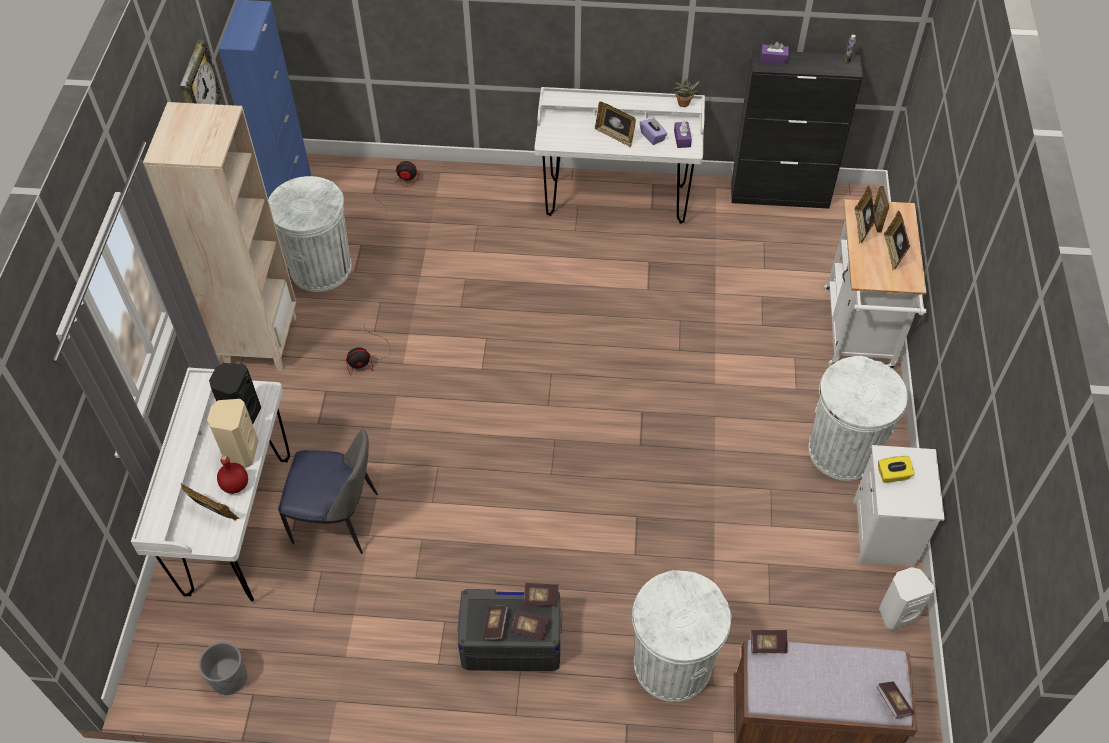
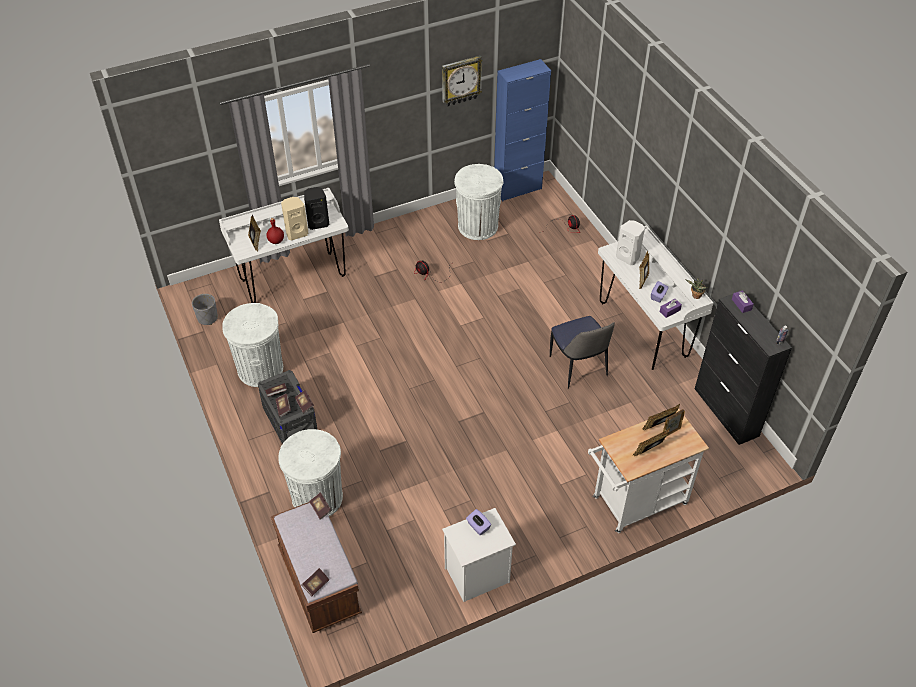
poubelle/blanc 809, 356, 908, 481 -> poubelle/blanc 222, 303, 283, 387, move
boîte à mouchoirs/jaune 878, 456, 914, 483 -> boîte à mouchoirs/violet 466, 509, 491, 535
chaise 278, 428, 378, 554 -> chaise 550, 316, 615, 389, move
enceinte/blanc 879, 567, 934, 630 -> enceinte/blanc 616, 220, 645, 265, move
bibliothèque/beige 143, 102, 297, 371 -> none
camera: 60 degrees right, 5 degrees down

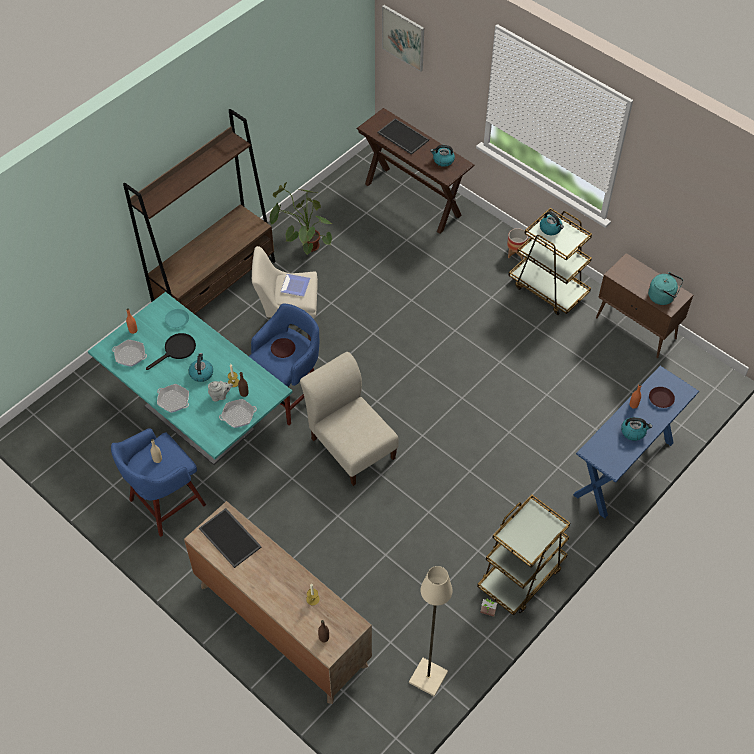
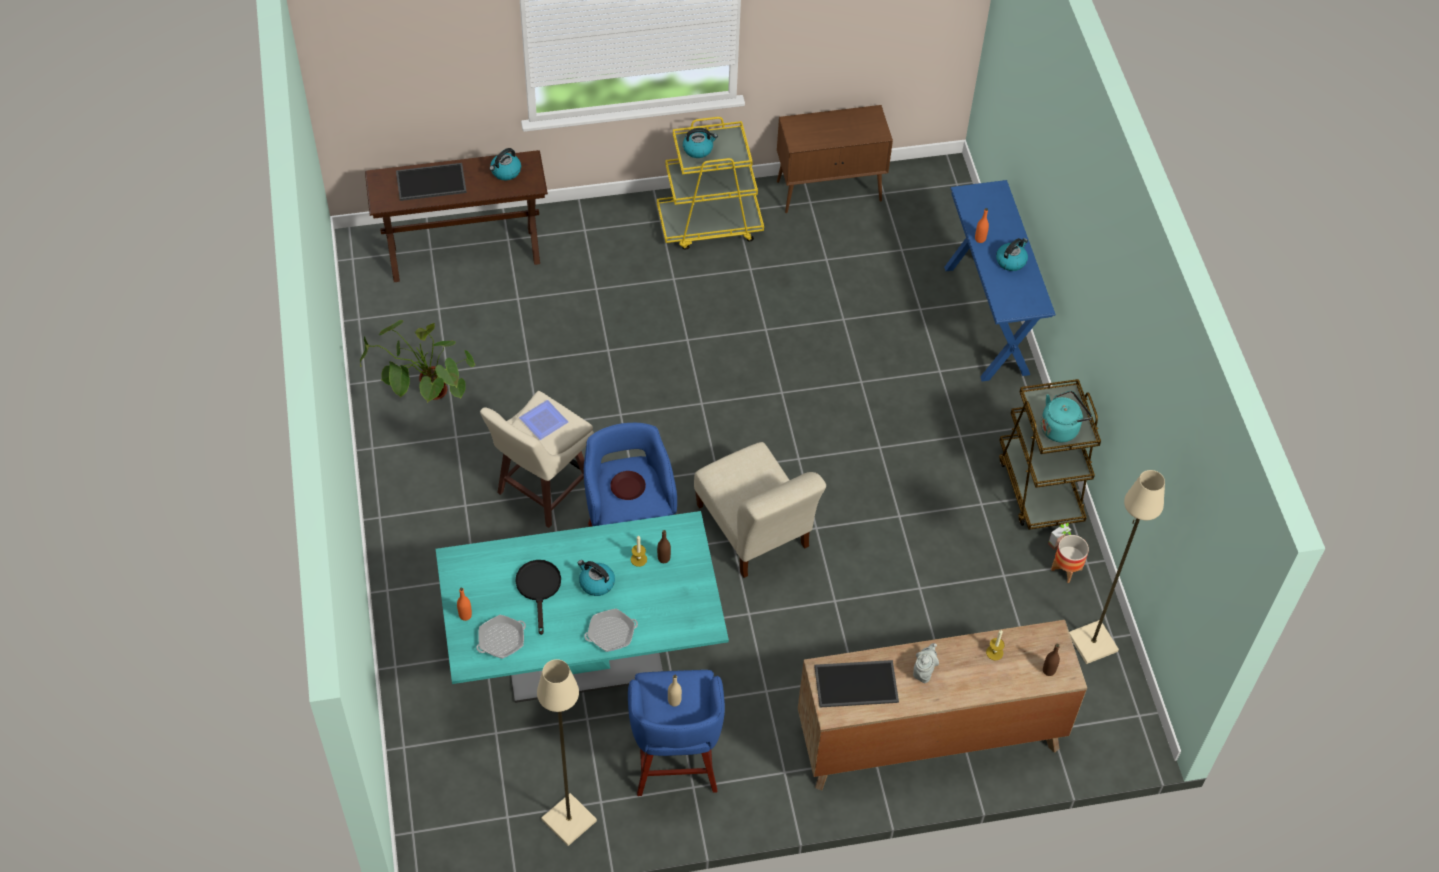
none -> lampadaire/beige 537, 659, 597, 846
chariot/marron 508, 208, 592, 315 -> chariot/jaune 657, 117, 764, 250
chaise/beige 300, 352, 399, 486 -> chaise/beige 694, 442, 826, 578, 120 degrees counterclockwise
théière/gris 208, 381, 233, 402 -> théière/gris 913, 643, 939, 683, move
bouilloire/turquoise 648, 272, 683, 305 -> bouilloire/turquoise 1041, 390, 1092, 442, move
cache-pot 507, 228, 528, 259 -> cache-pot 1051, 535, 1089, 583, move
bibliothèque/marron 123, 109, 275, 314 -> none
assiette/turquoise 165, 309, 189, 328 -> none
poêle 219, 399, 257, 428 -> none
tableau 382, 5, 424, 72 -> none
assiette/marron 649, 387, 675, 408 -> none
camera: 55 degrees left, 0 degrees up

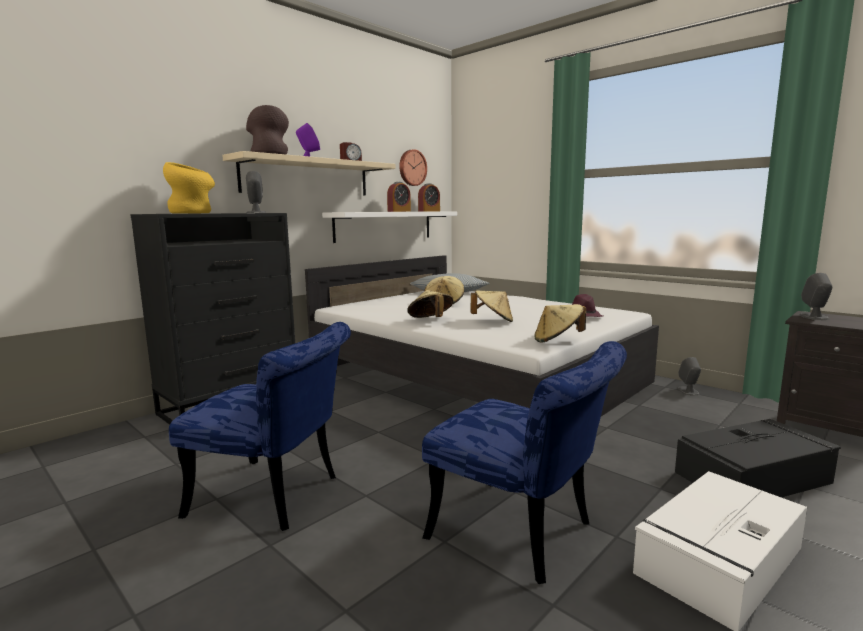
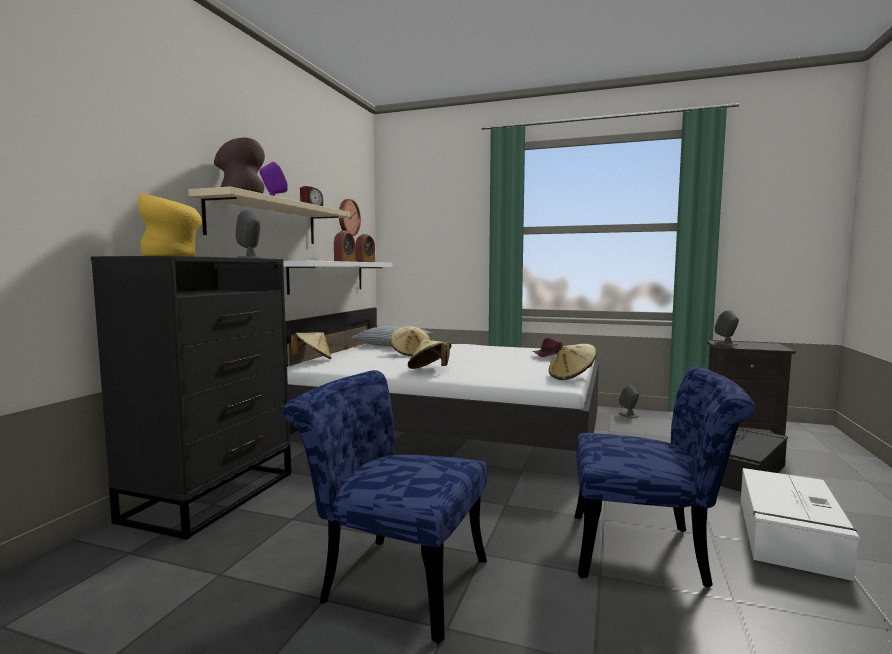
chaise/bleu 169, 322, 351, 531 -> chaise/bleu 283, 370, 487, 644, 150 degrees counterclockwise
chapeau/beige 470, 290, 513, 322 -> chapeau/beige 291, 332, 332, 359, move
camera: 25 degrees left, 5 degrees down

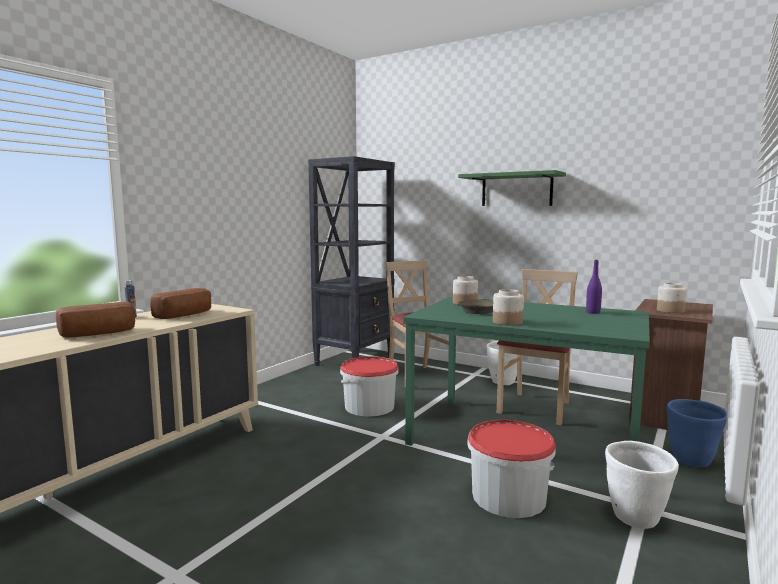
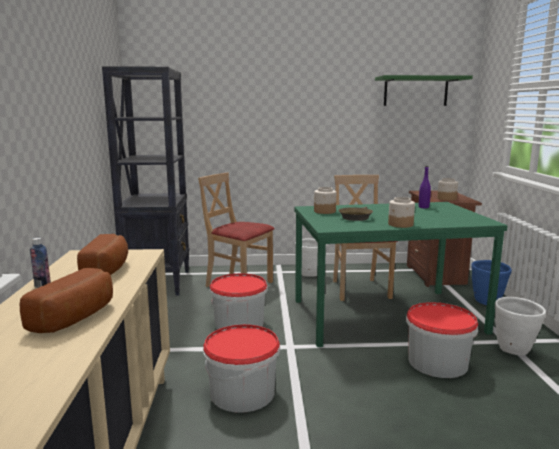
none -> seau 203, 324, 280, 413
étagère/vert 458, 170, 566, 206 -> étagère/vert 375, 75, 473, 106, move
camera: 35 degrees left, 5 degrees up

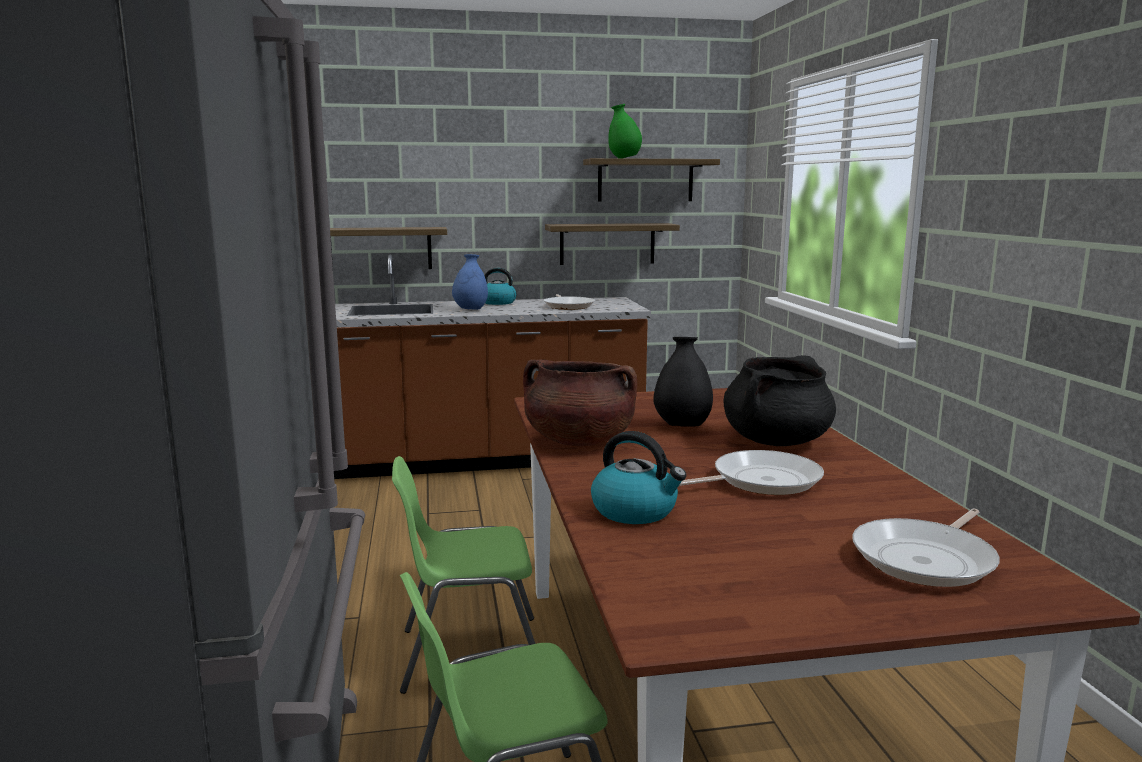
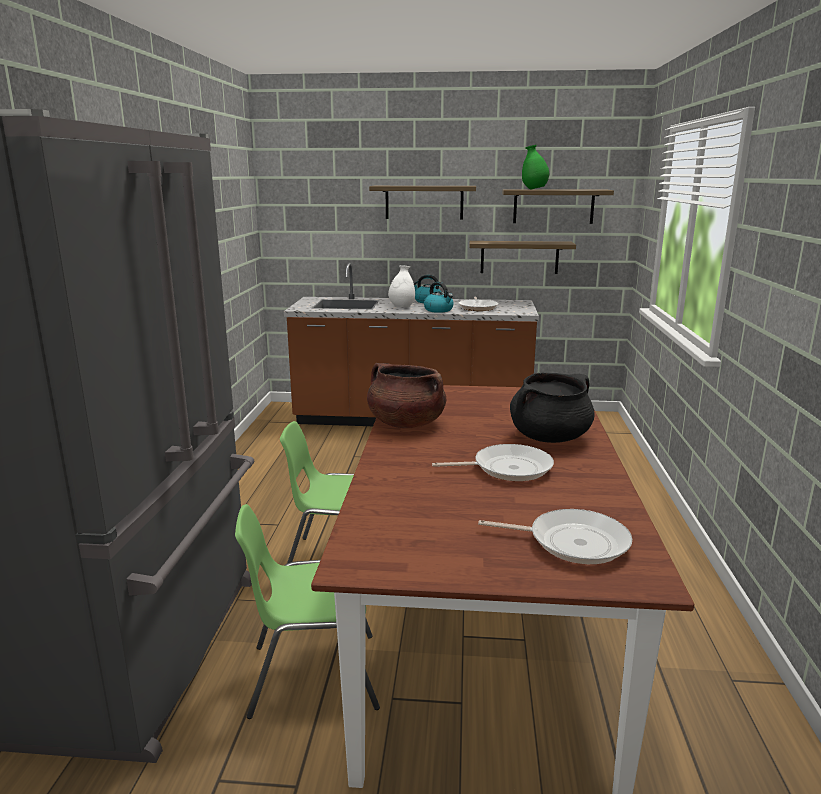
étagère 330, 227, 447, 269 -> étagère 369, 186, 476, 220, move
vase/bleu 452, 254, 488, 310 -> vase/blanc 388, 265, 415, 308
bouilloire 591, 431, 686, 524 -> bouilloire 424, 282, 454, 313, move
poêle 852, 509, 1000, 587 -> poêle 478, 509, 632, 564, 135 degrees counterclockwise
vase/noir 653, 337, 713, 427 -> none
camera: 15 degrees right, 5 degrees up

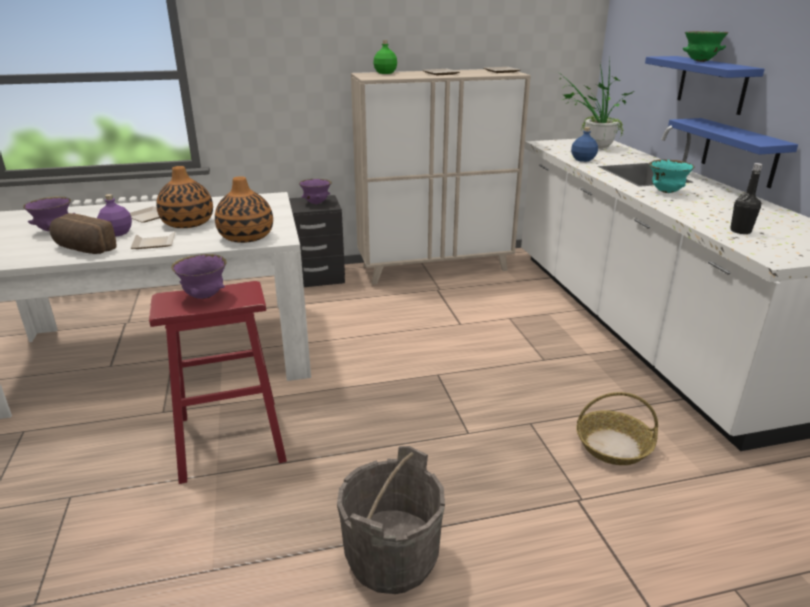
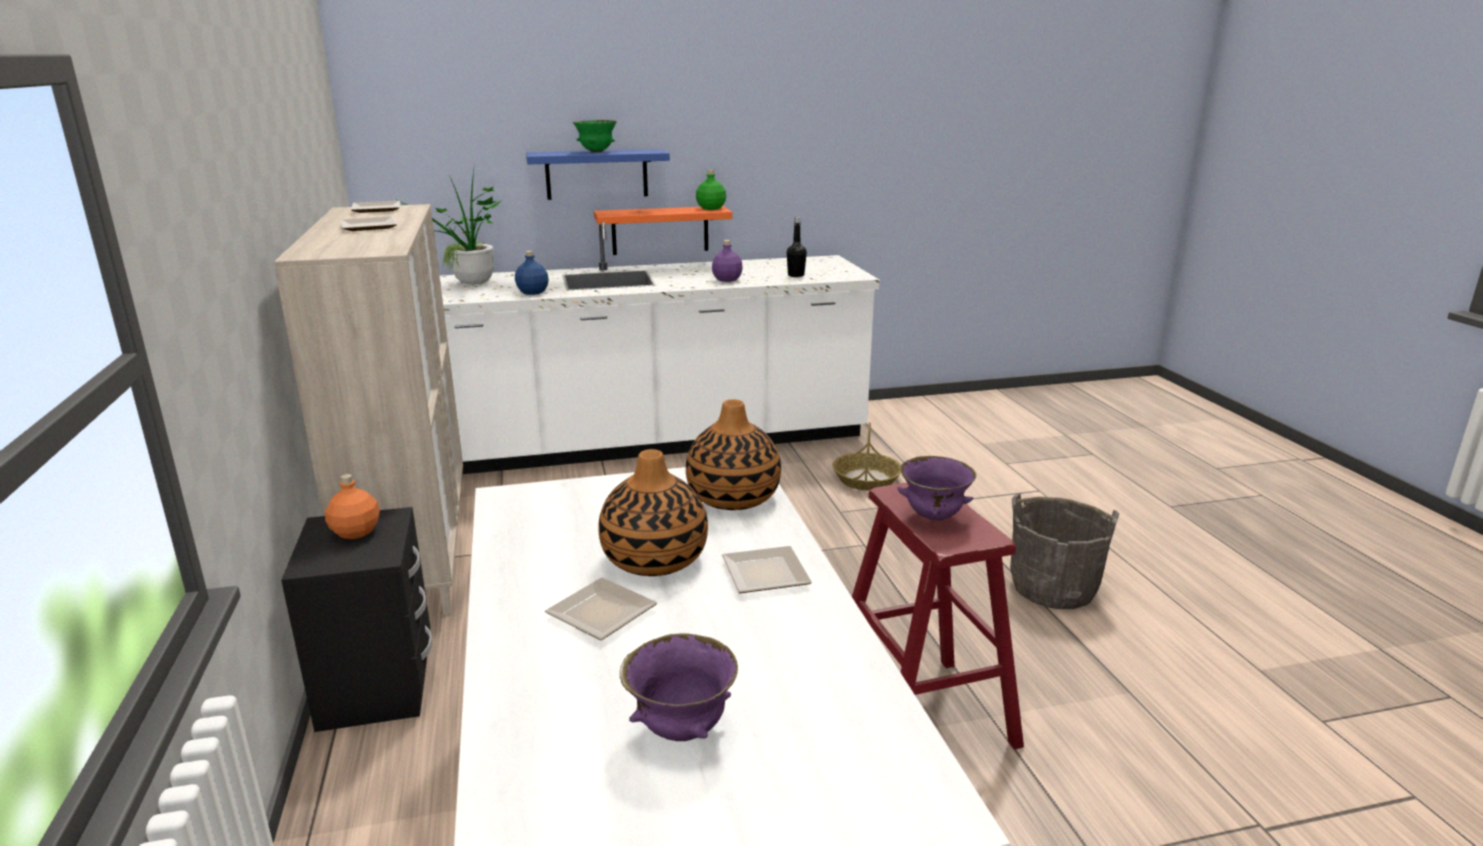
bol/violet 299, 179, 332, 204 -> bouteille/orange 325, 474, 380, 539
étagère/bleu 668, 118, 798, 188 -> étagère/orange 594, 206, 732, 255
bouteille/vert 373, 40, 397, 74 -> bouteille/vert 696, 170, 726, 210, move
bouteille/violet 97, 194, 132, 237 -> bouteille/violet 712, 240, 743, 282, move
pain 49, 213, 117, 254 -> none
bol/turquoise 649, 159, 695, 193 -> none
camera: 90 degrees left, 5 degrees down

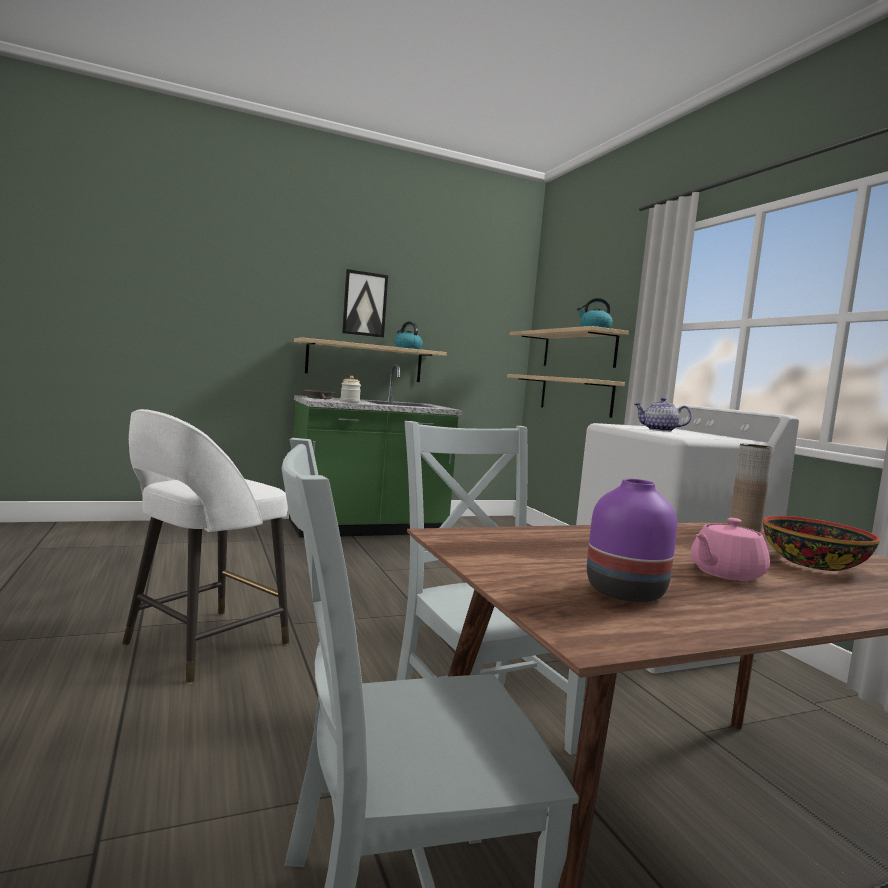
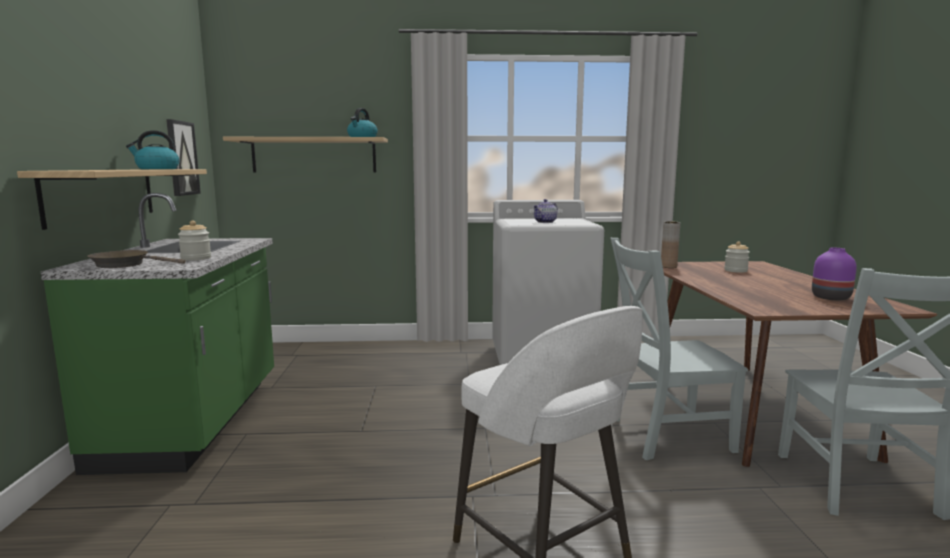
tableau 342, 269, 388, 338 -> tableau 166, 119, 201, 196, move
bol 763, 516, 880, 571 -> bocal 724, 242, 750, 273
étagère 507, 374, 625, 418 -> none
théière/rose 691, 518, 770, 581 -> none
camera: 70 degrees left, 5 degrees up

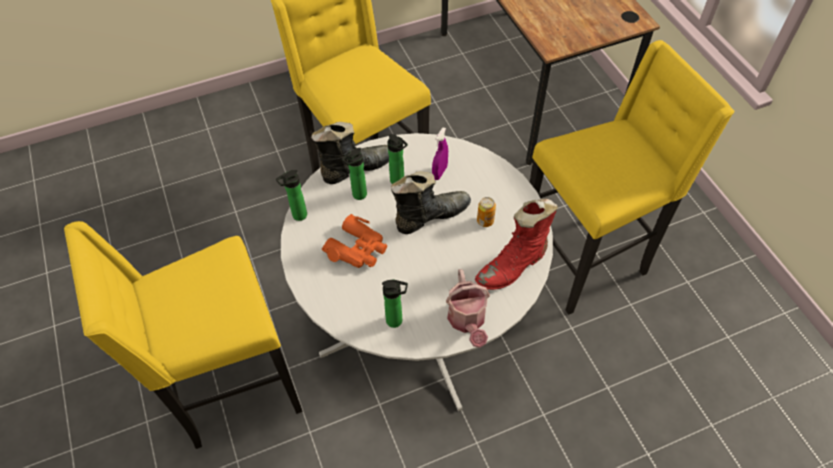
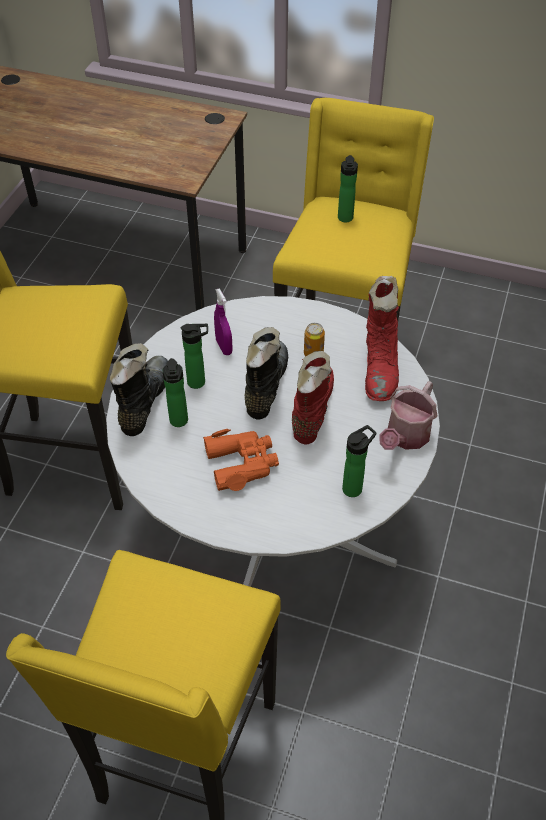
none -> botte/rouge 292, 351, 334, 444
bouteille 276, 170, 307, 221 -> bouteille 338, 155, 358, 222, move
arrosoir 446, 269, 490, 348 -> arrosoir 380, 381, 438, 450, 90 degrees clockwise
camera: 50 degrees left, 5 degrees down

